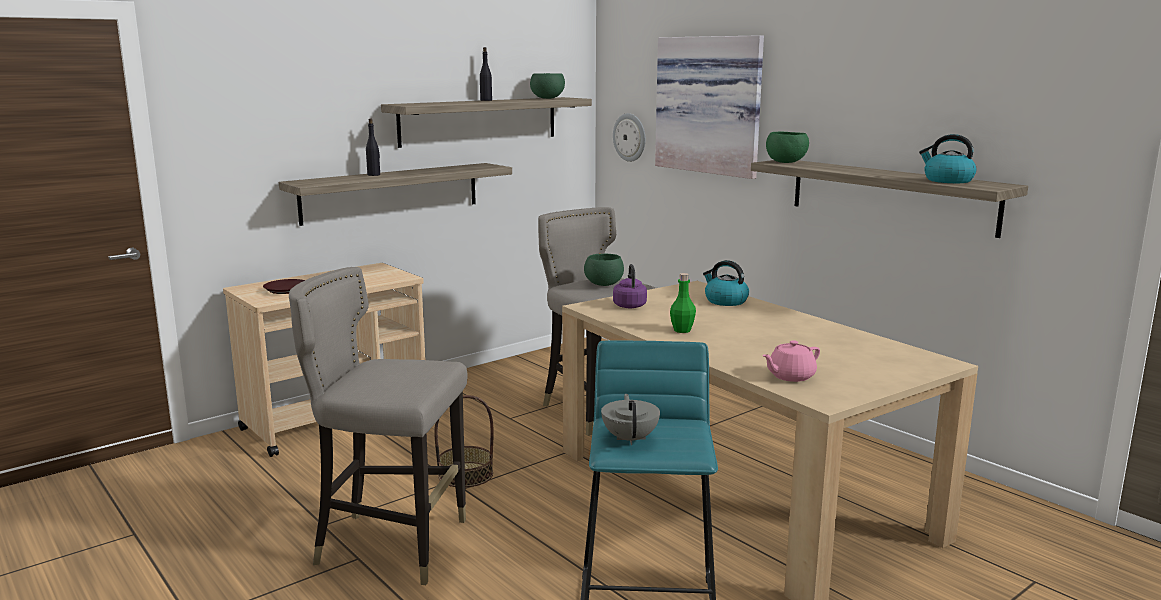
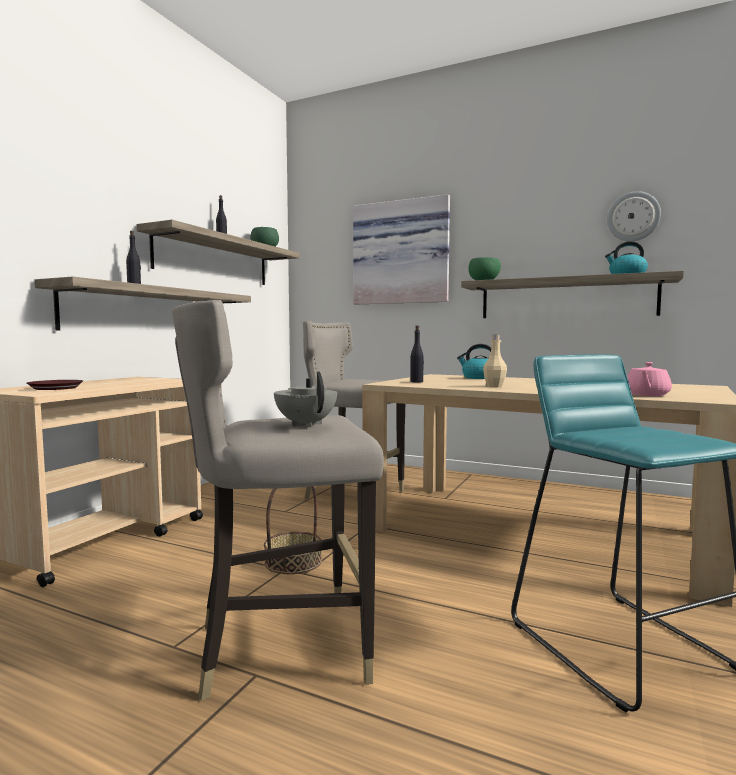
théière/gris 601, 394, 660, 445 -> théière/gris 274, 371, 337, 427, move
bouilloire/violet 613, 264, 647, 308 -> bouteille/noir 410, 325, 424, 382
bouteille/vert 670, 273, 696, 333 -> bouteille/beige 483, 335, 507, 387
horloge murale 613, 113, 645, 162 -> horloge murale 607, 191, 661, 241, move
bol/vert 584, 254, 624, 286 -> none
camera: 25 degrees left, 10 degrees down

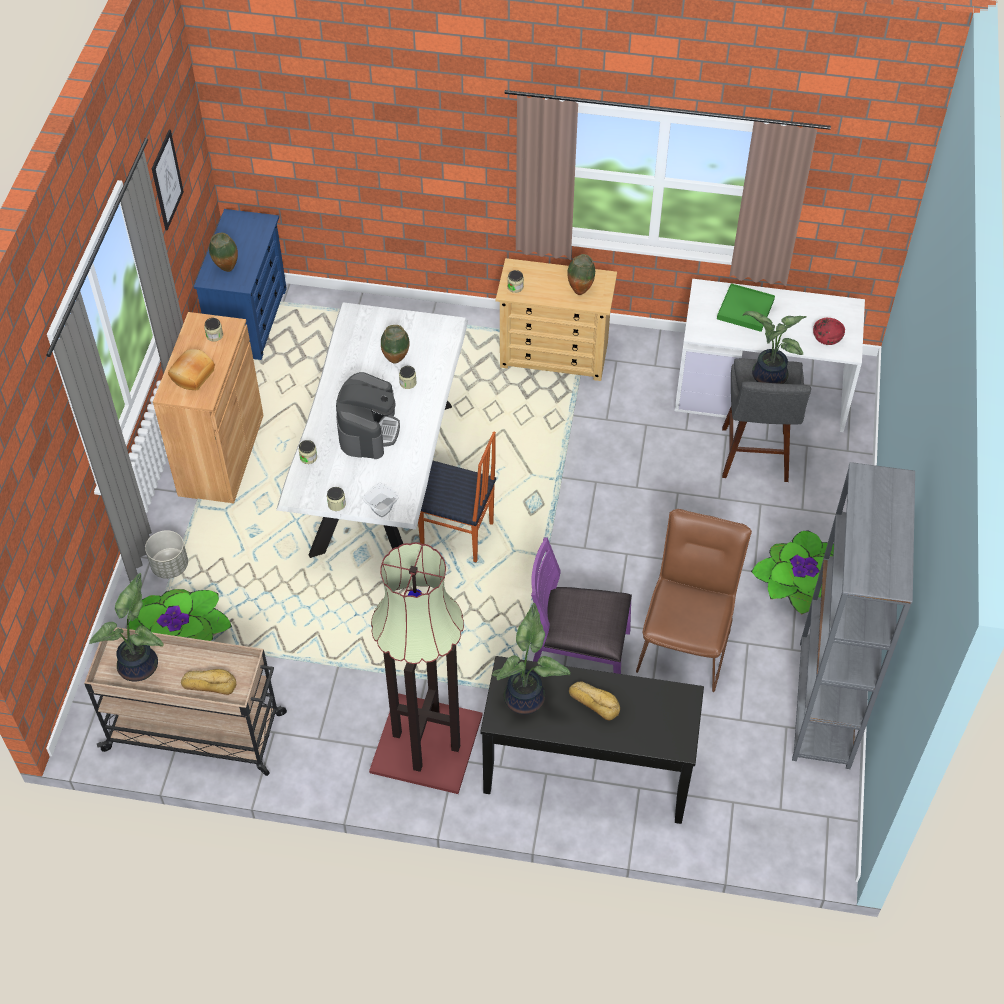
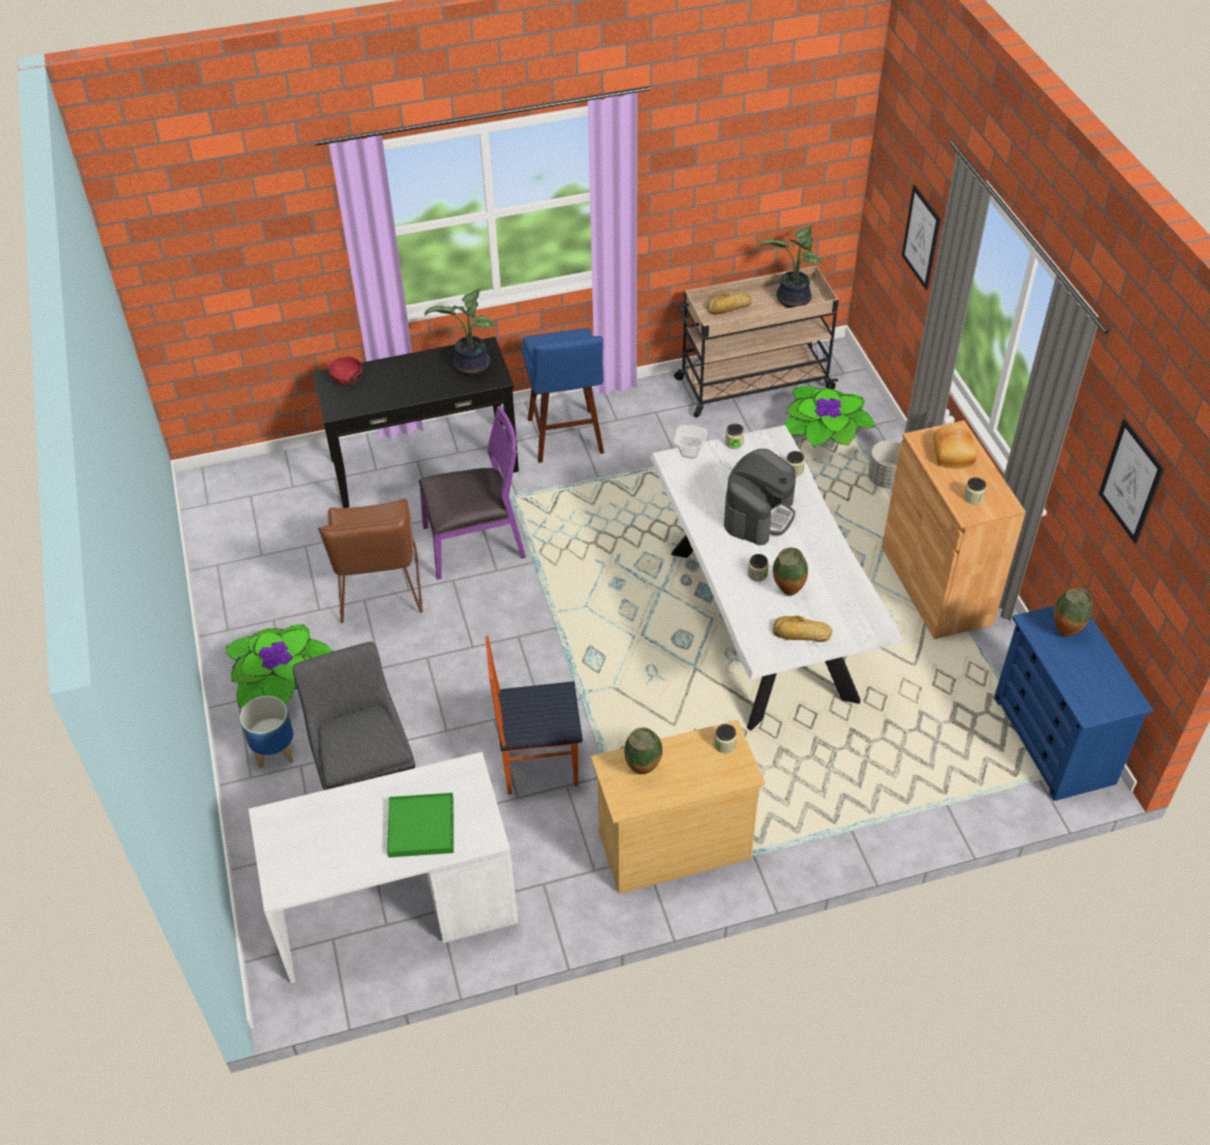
none -> cache-pot 240, 696, 293, 769
bol/rouge 813, 318, 845, 345 -> bol/rouge 329, 357, 363, 385, move
chaise 418, 431, 496, 563 -> chaise 485, 636, 583, 794, move
lampadaire 369, 542, 483, 794 -> tabouret/bleu 522, 328, 604, 463
machine à café 336, 372, 400, 459 -> machine à café 724, 449, 796, 545, 135 degrees counterclockwise
pain 569, 682, 620, 720 -> pain 773, 616, 832, 642, move
none -> tableau 902, 185, 941, 290
plante en pot 743, 311, 807, 384 -> none
bibliothèque/gris 792, 462, 915, 769 -> none
camera: 155 degrees right, 5 degrees down

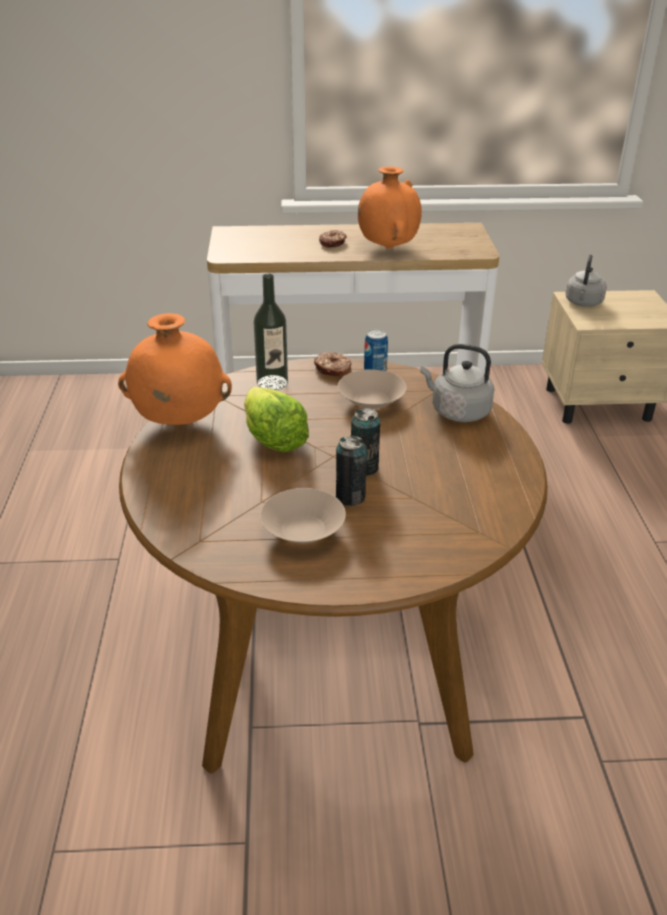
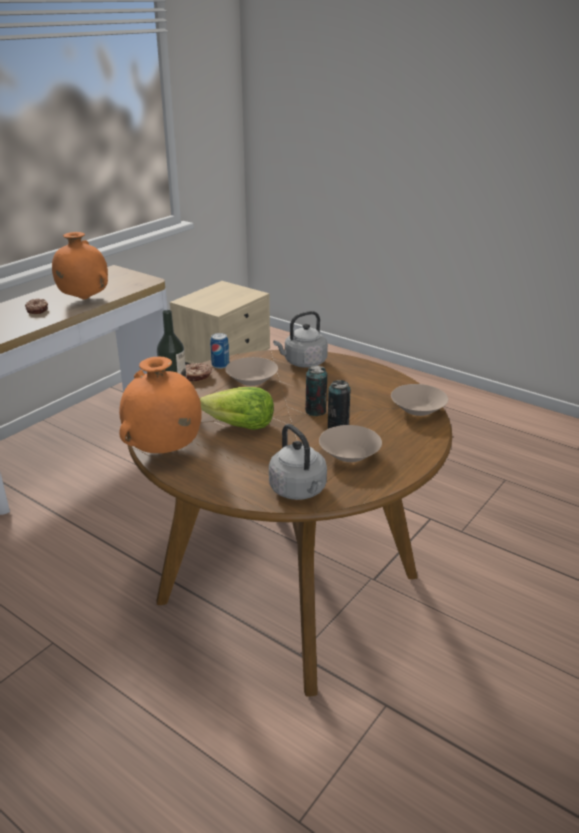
bouilloire/gris 565, 254, 607, 307 -> bouilloire/gris 269, 424, 327, 500, move
none -> bol/beige 391, 384, 448, 416
camera: 50 degrees left, 5 degrees down

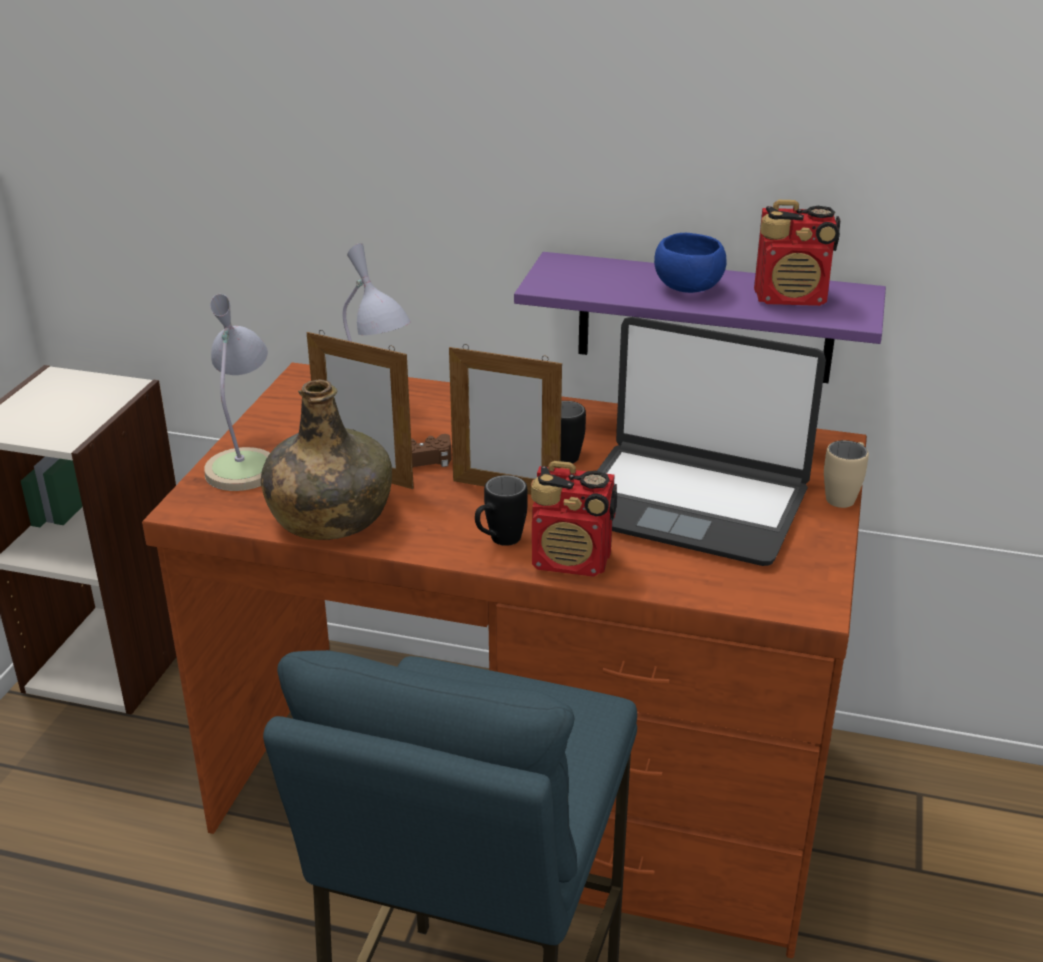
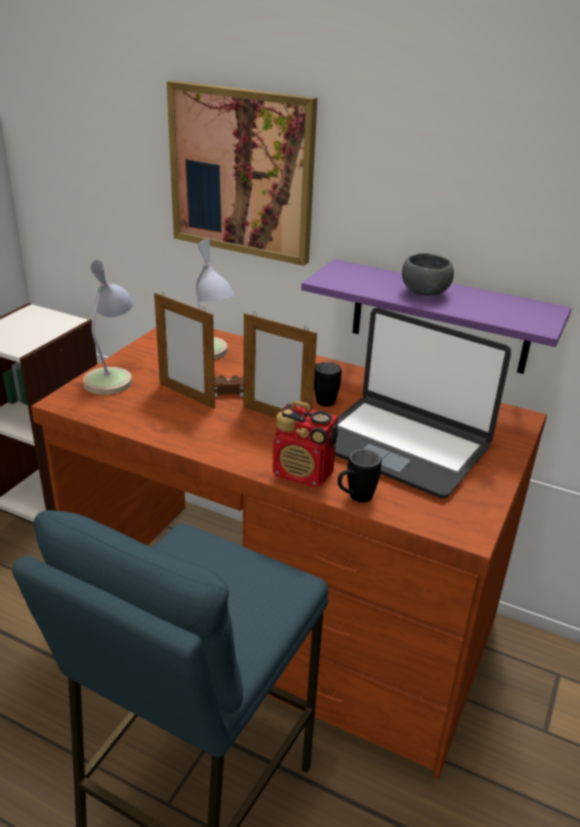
none -> tableau 167, 80, 317, 266
mug/noir 475, 475, 528, 546 -> mug/noir 338, 449, 382, 503, move
bol/bleu 654, 233, 727, 293 -> bol/gris 402, 253, 454, 296
bouteille/vert 261, 379, 392, 540 -> none
radio 754, 200, 840, 306 -> none
mug/beige 824, 440, 869, 508 -> none
camera: 10 degrees right, 0 degrees up

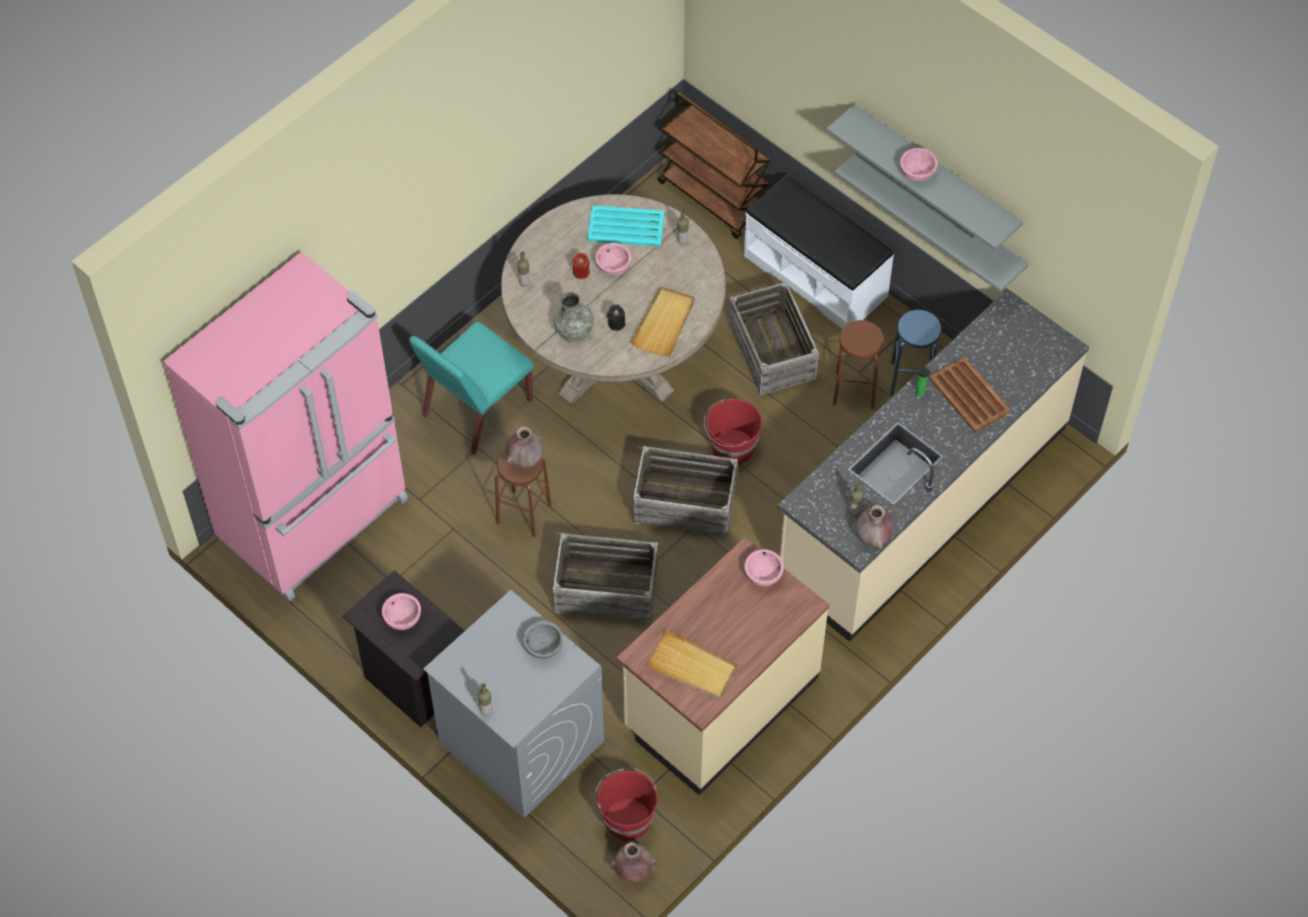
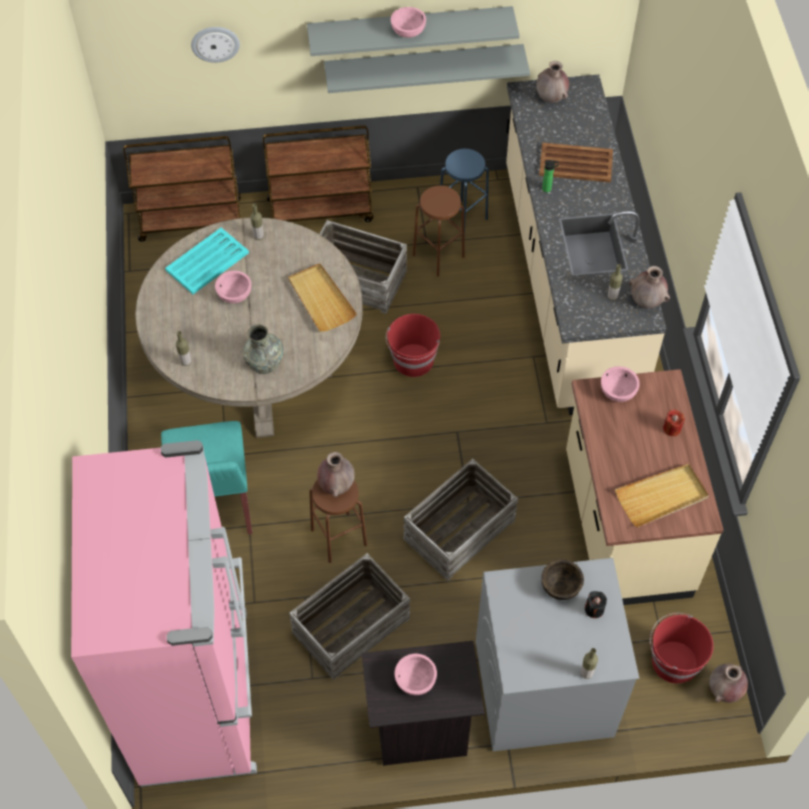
none -> horloge murale 191, 27, 240, 63
banc/blanc 744, 175, 894, 329 -> chariot/marron 263, 125, 374, 222
caisse 633, 446, 738, 537 -> caisse 289, 553, 410, 680, move
none -> vase/marron 536, 61, 569, 103
bol/gris 523, 621, 563, 659 -> bol/marron 541, 559, 584, 600
bougie/noir 607, 304, 625, 331 -> bougie/noir 585, 591, 607, 618, move
bougie/rouge 572, 253, 590, 279 -> bougie/rouge 663, 409, 685, 436, move
camera: 50 degrees left, 0 degrees up

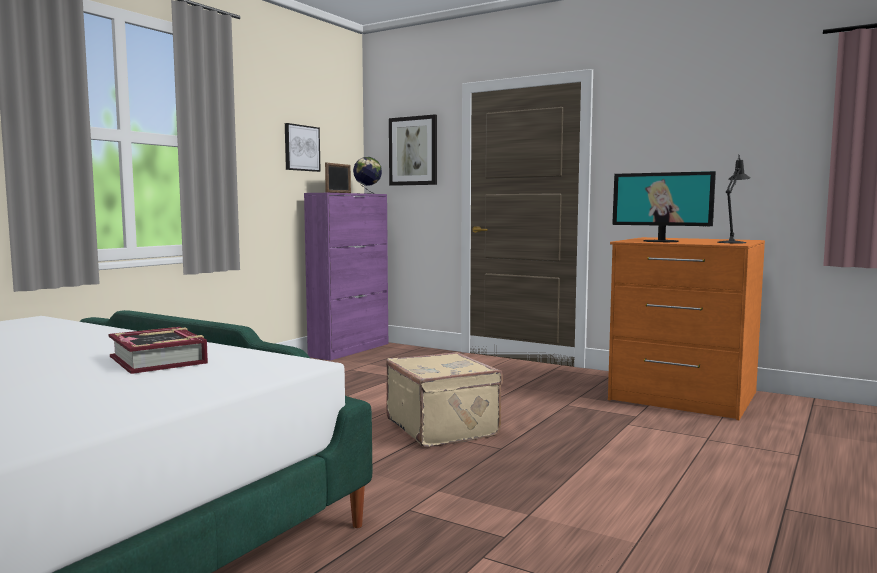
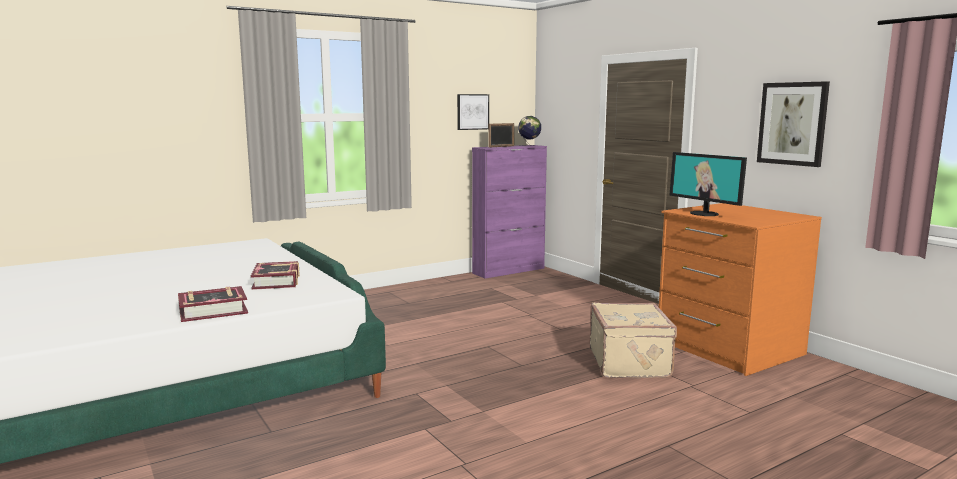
none -> livre 178, 286, 248, 322
valise/beige 386, 352, 503, 447 -> valise/beige 590, 303, 677, 378, move
tableau 389, 114, 437, 186 -> tableau 757, 81, 830, 167, move
lampe de table/noir 717, 155, 750, 243 -> none
camera: 25 degrees right, 5 degrees up

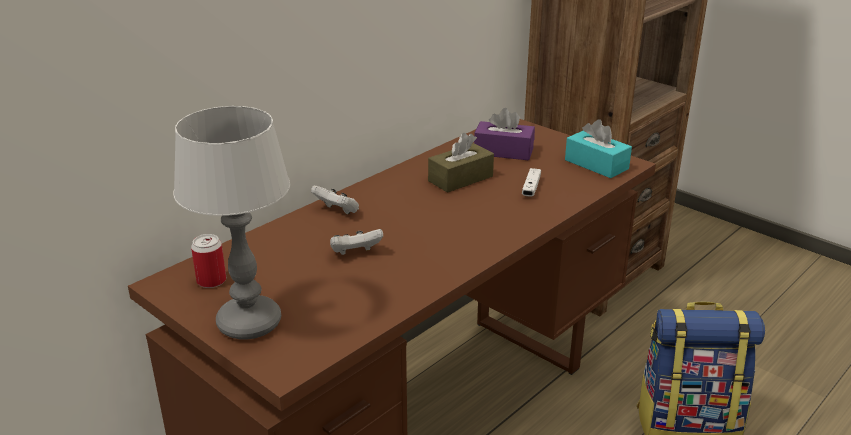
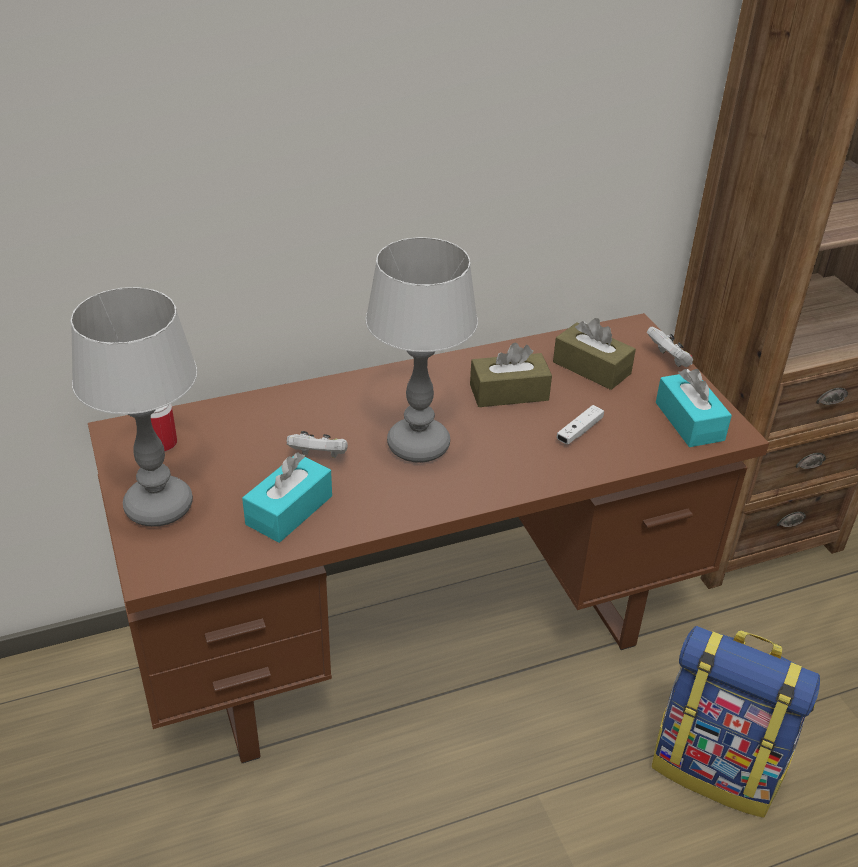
none -> boîte à mouchoirs/turquoise 242, 452, 332, 543
none -> lampe de table 366, 237, 478, 463
boîte à mouchoirs/violet 474, 108, 535, 160 -> boîte à mouchoirs/marron 553, 318, 636, 390
manette/blanc 311, 185, 359, 215 -> manette/blanc 647, 327, 693, 367, move
camera: 25 degrees right, 10 degrees up

